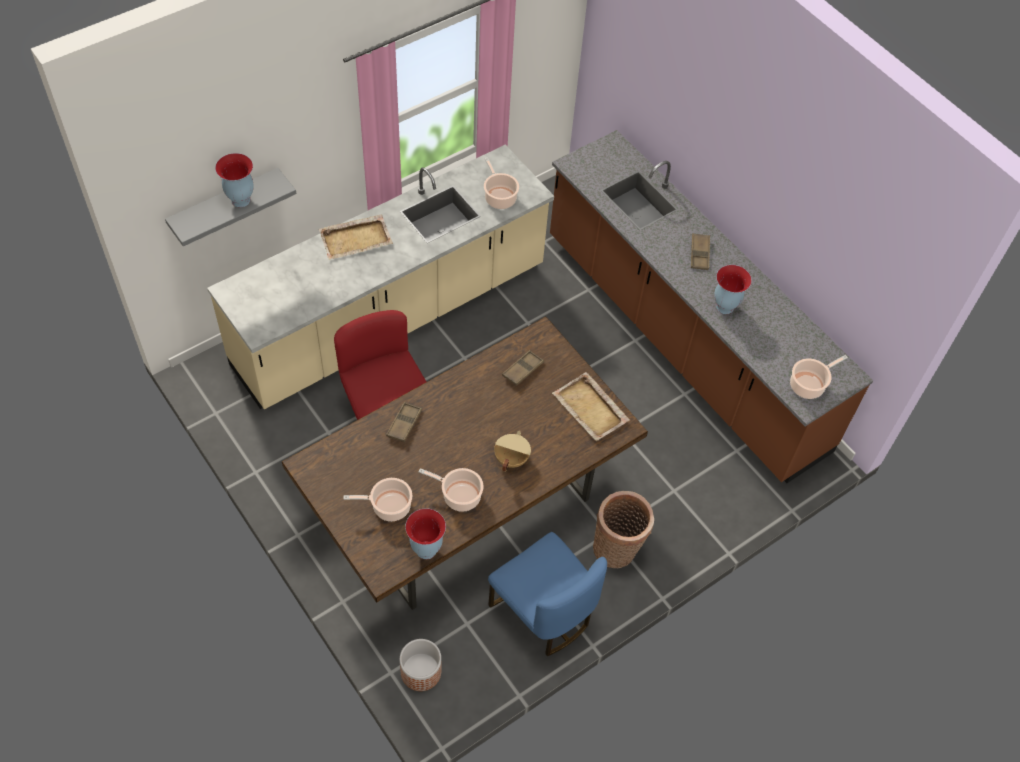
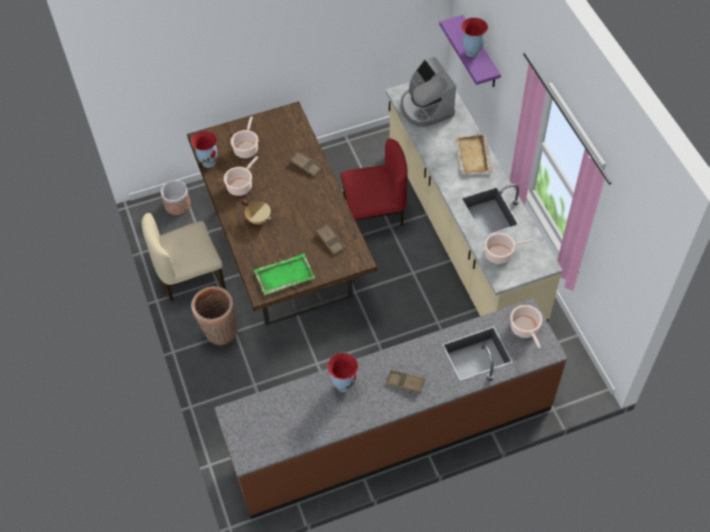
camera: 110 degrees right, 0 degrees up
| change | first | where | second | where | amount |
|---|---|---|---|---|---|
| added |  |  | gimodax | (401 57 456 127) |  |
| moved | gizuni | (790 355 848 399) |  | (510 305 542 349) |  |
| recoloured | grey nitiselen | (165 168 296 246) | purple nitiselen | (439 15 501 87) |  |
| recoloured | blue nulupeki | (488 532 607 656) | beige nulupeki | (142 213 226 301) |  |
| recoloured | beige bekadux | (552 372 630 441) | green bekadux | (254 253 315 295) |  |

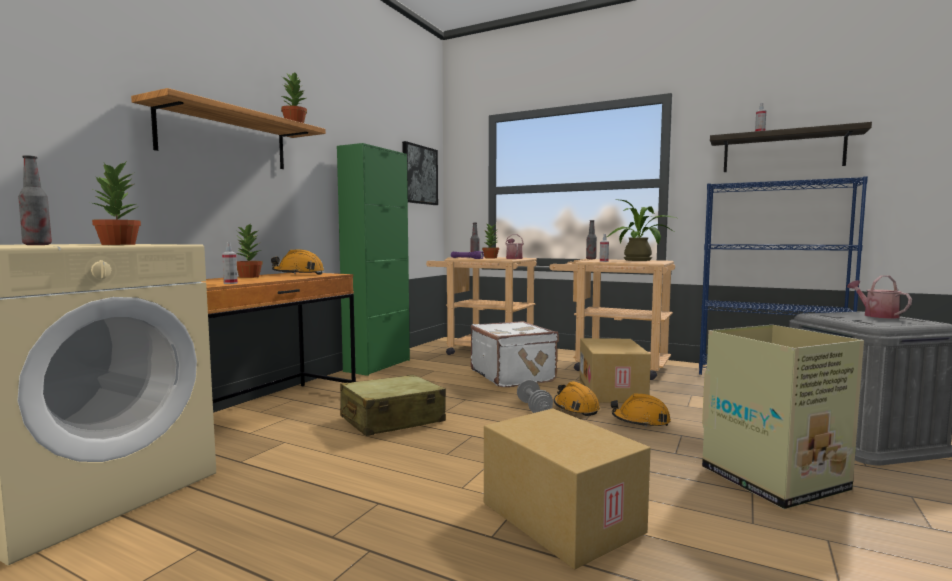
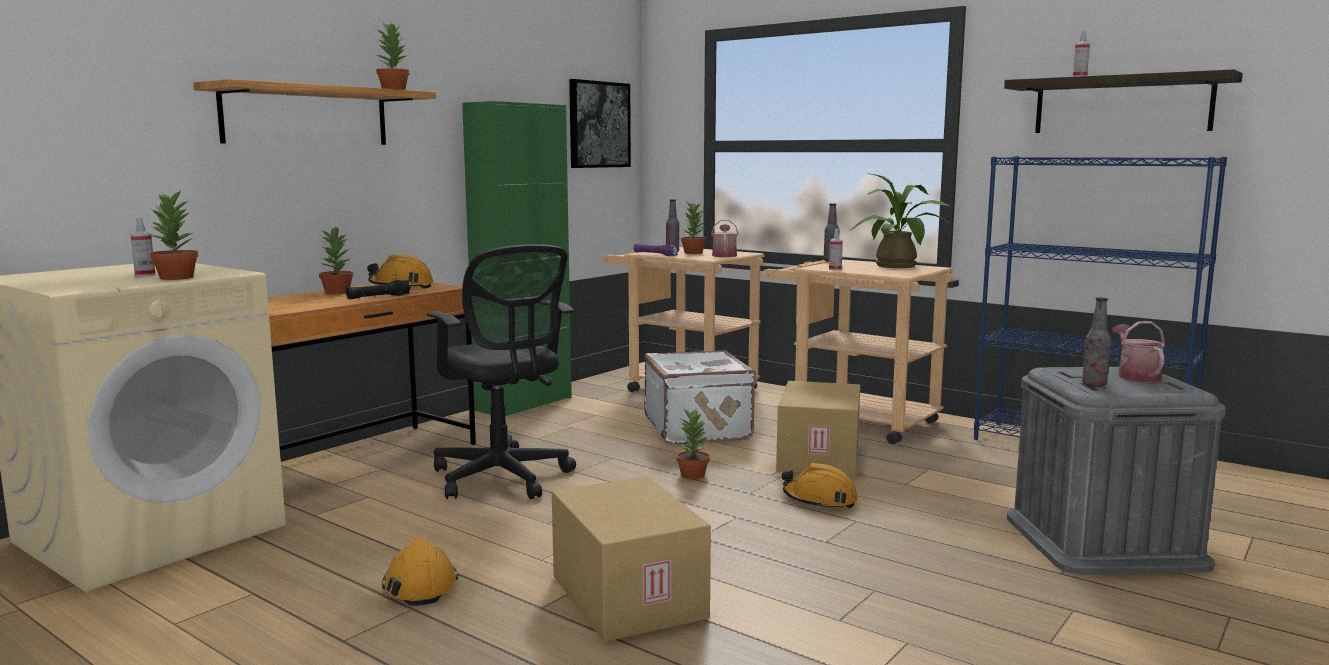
camera: 10 degrees right, 5 degrees up
| change | first | where | second | where | amount |
|---|---|---|---|---|---|
| removed | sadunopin | (702 325 864 509) |  |  |  |
| added |  |  | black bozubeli | (346 280 411 299) |  |
| moved | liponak | (18 155 52 245) |  | (1082 297 1111 387) |  |
| moved | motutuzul | (222 242 238 284) |  | (131 218 155 277) |  |
| moved | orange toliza | (554 381 600 416) |  | (382 538 459 606) |  |
| replaced | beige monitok | (340 375 446 436) | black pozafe | (427 244 576 499) |  |
| replaced | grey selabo | (517 379 553 413) | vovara | (676 408 710 479) |  |

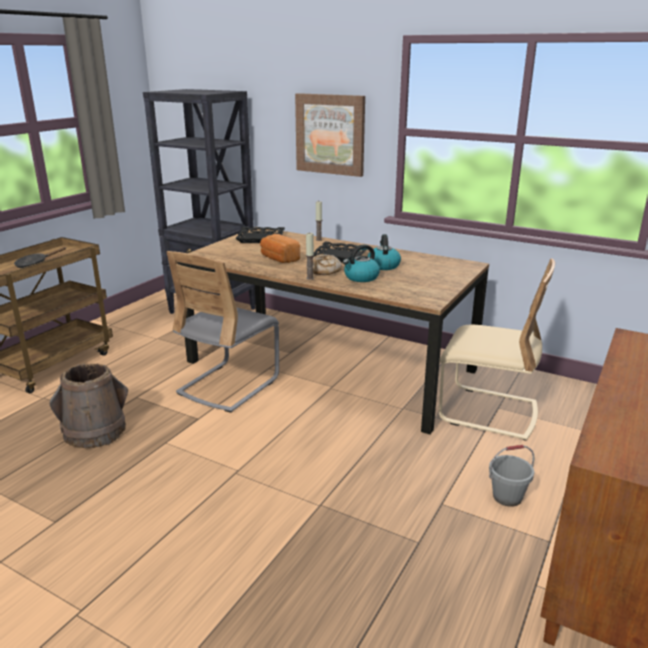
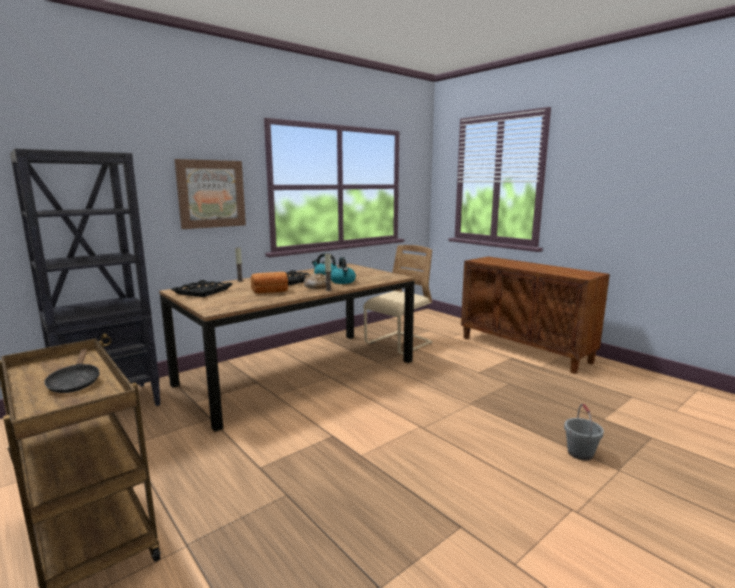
camera: 70 degrees left, 10 degrees down
| change | first | where | second | where | amount |
|---|---|---|---|---|---|
| removed | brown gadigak | (49 364 128 448) |  |  |  |
| removed | grey nulupeki | (167 251 279 413) |  |  |  |
| moved | grey gadigak | (489 445 535 507) |  | (564 404 604 461) |  |

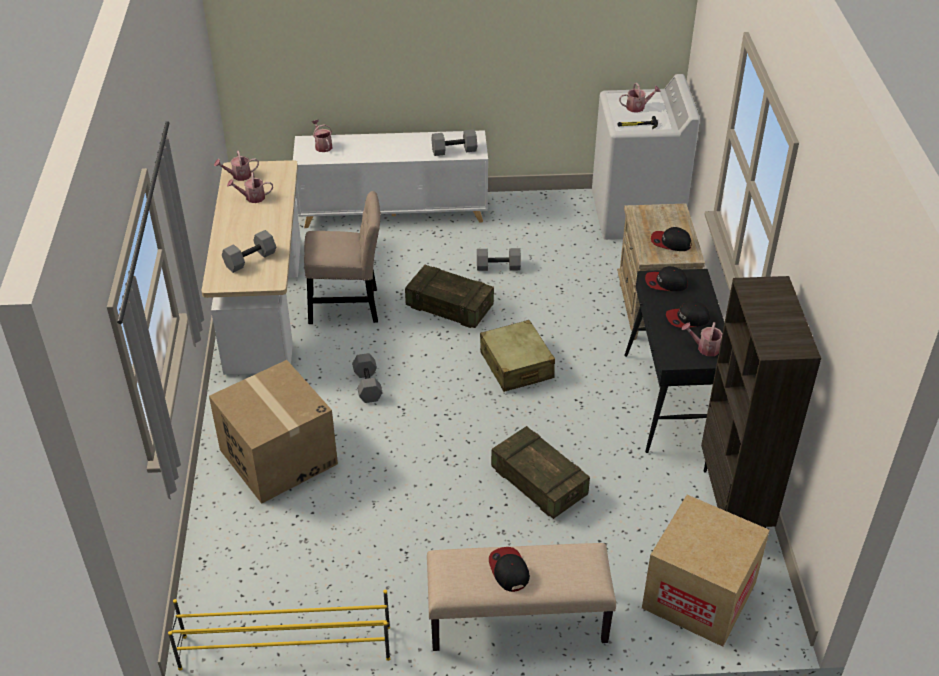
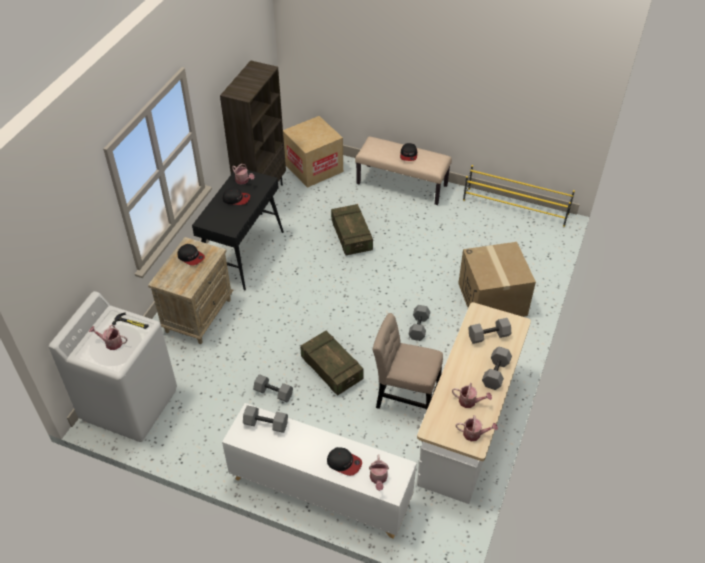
camera: 155 degrees left, 5 degrees up
| change | first | where | second | where | amount |
|---|---|---|---|---|---|
| removed | beige monitok | (480 320 555 392) |  |  |  |
| added |  |  | grey selabo | (482 347 512 390) |  |
| moved | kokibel | (645 266 688 291) |  | (327 447 362 476) |  |

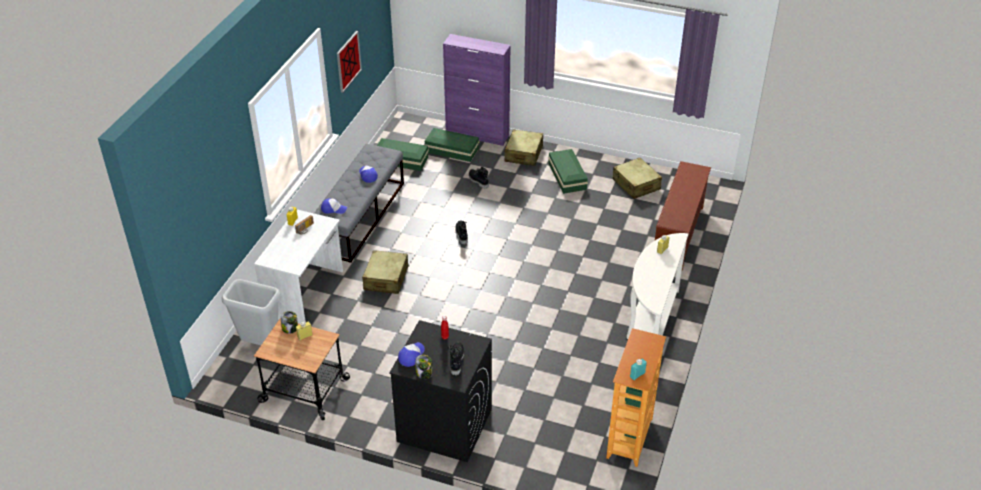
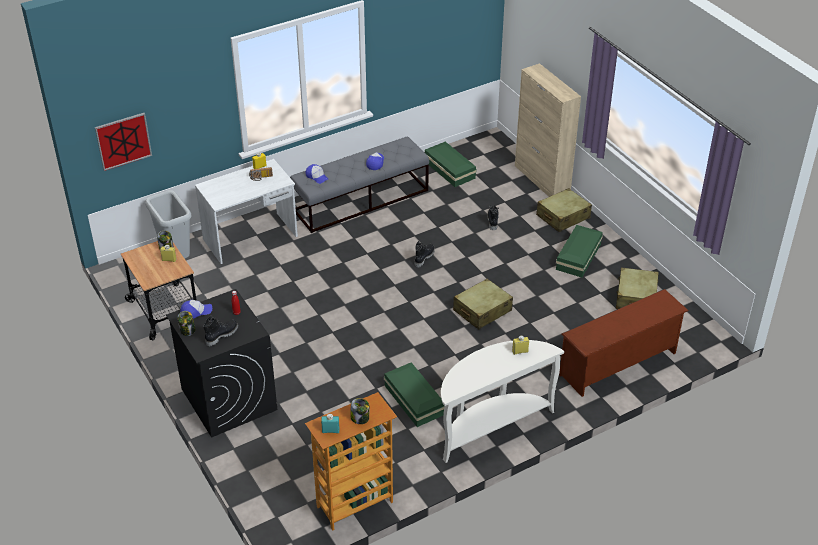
camera: 40 degrees right, 0 degrees up
| change | first | where | second | where | amount |
|---|---|---|---|---|---|
| added |  |  | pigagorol | (351 398 369 424) |  |
| moved | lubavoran | (337 31 362 93) |  | (95 113 152 171) |  |
| moved | beige monitok | (362 250 408 294) |  | (453 279 513 329) |  |
| moved | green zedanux | (424 128 479 162) |  | (384 362 445 427) |  |
| recoloured | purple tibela | (443 34 511 146) | beige tibela | (515 63 581 197) |  |

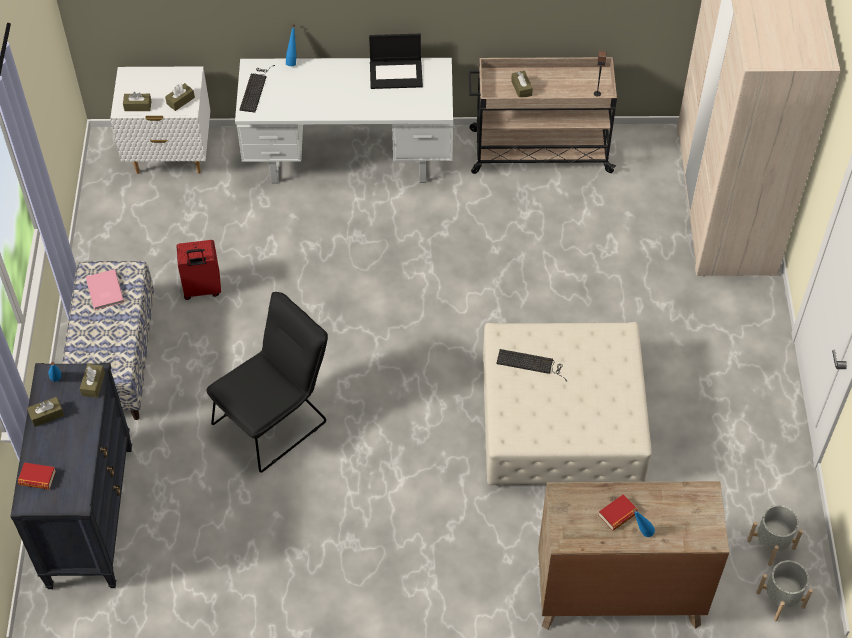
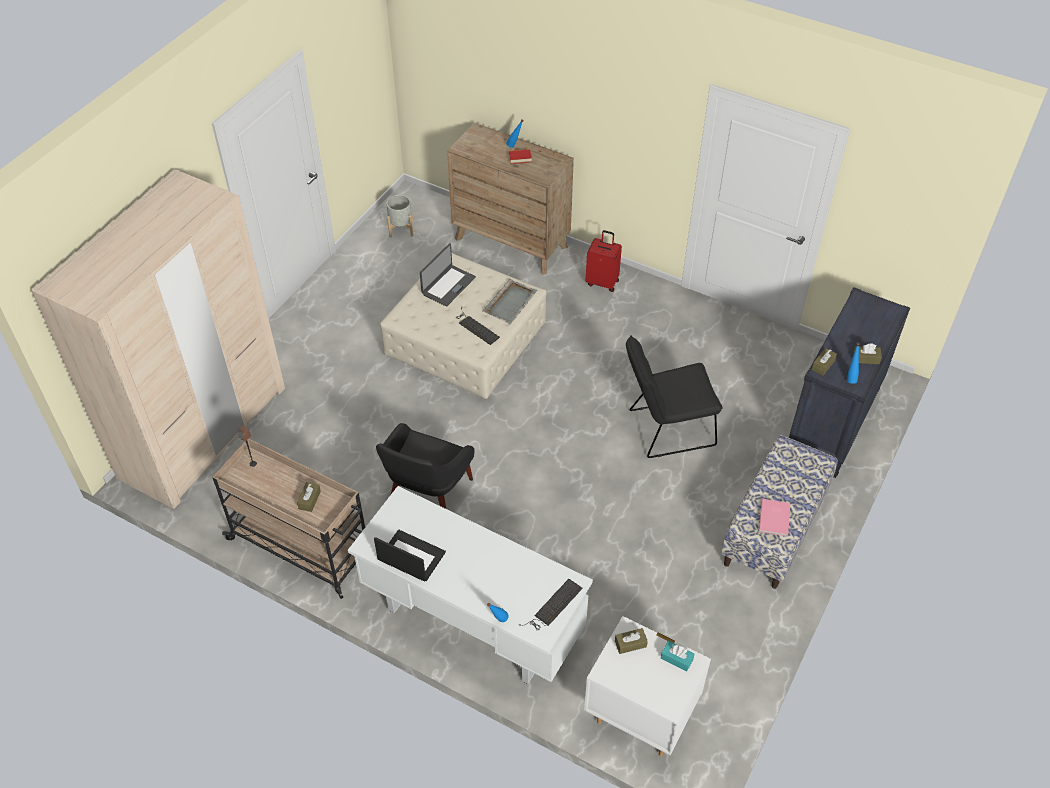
camera: 150 degrees left, 5 degrees down
| change | first | where | second | where | amount |
|---|---|---|---|---|---|
| removed | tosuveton | (18 462 56 489) |  |  |  |
| removed | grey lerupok | (756 560 813 621) |  |  |  |
| added |  |  | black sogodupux | (376 423 475 509) |  |
| added |  |  | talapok | (420 243 476 307) |  |
| added |  |  | grey bekadux | (483 279 537 324) |  |
| moved | red monitok | (177 240 221 300) |  | (585 230 622 292) |  |
| recoloured | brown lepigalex | (123 92 151 111) | turquoise lepigalex | (661 641 695 672) |  |

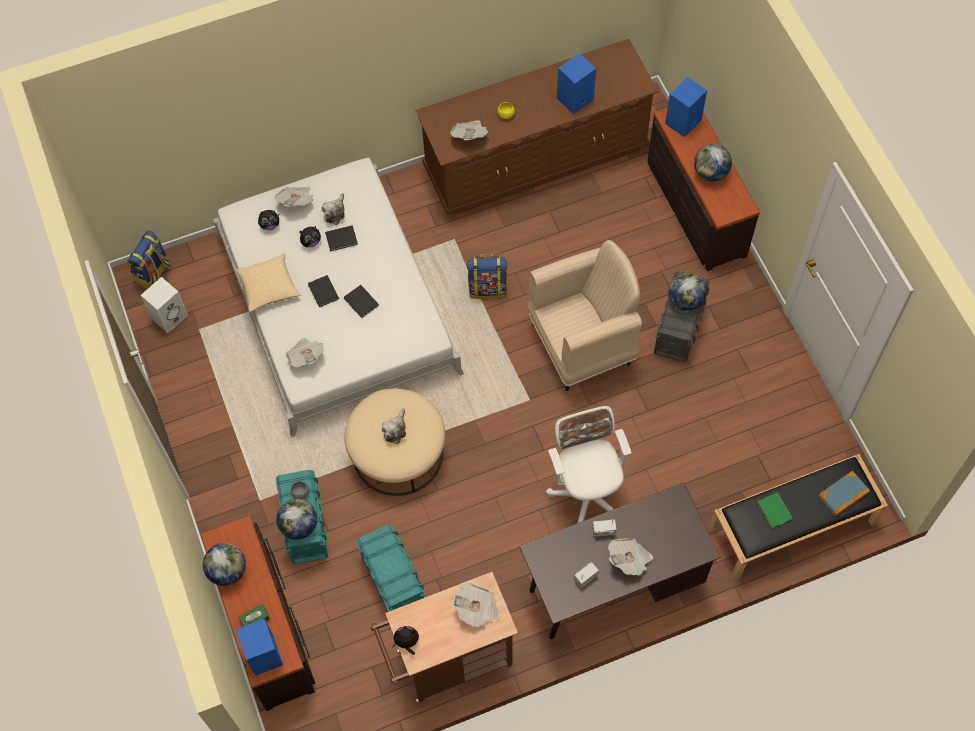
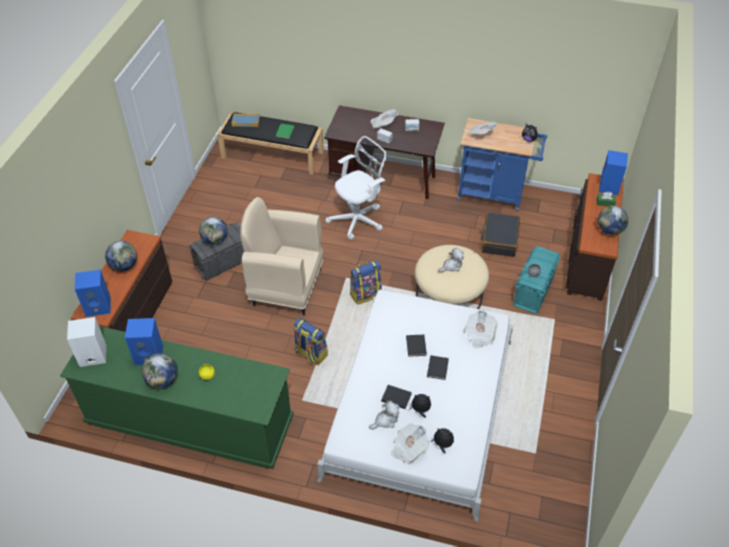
camera: 145 degrees left, 15 degrees down
| change | first | where | second | where | amount |
|---|---|---|---|---|---|
| removed | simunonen | (236 254 300 312) |  |  |  |
| removed | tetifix | (450 120 489 140) |  |  |  |
| moved | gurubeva | (128 231 171 289) |  | (350 260 382 305) |  |
| moved | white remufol | (141 277 188 333) |  | (67 317 106 367) |  |
| moved | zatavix | (276 499 317 539) |  | (142 353 178 389) |  |
| replaced | turquoise zedanux | (355 525 425 612) | black monitok | (481 212 520 257) |  |
| recoloured | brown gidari | (371 572 518 702) | blue gidari | (458 118 547 211) |  |
| recoloured | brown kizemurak | (415 39 658 215) | green kizemurak | (60 326 294 469) |  |
| turned | white pozafe | (546 406 632 523) |  | (325 136 387 240) | 150 degrees counterclockwise |

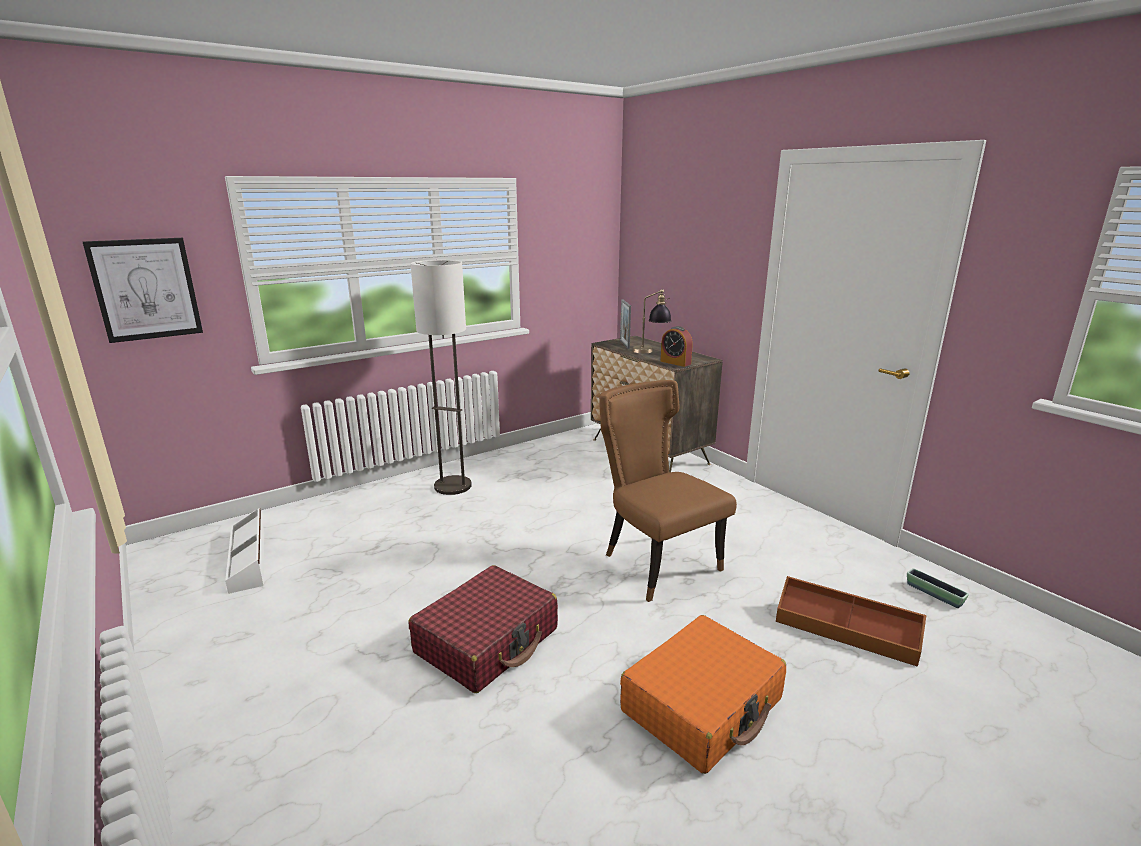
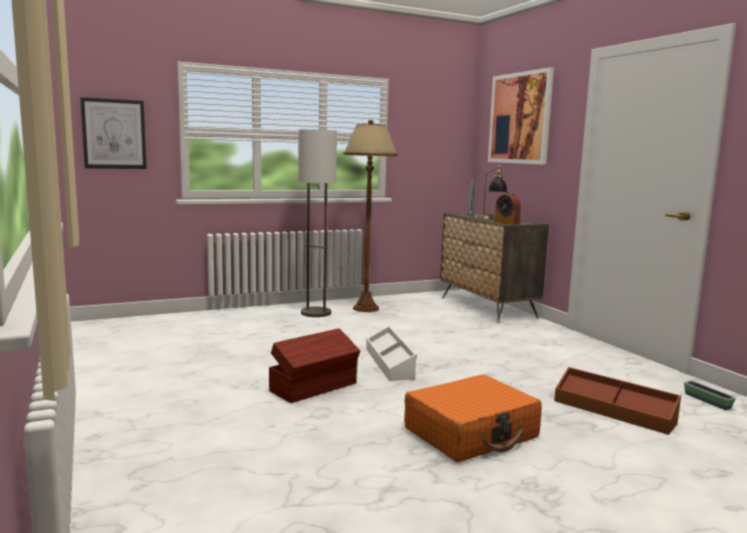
camera: 10 degrees right, 10 degrees down
| change | first | where | second | where | amount |
|---|---|---|---|---|---|
| removed | brown nulupeki | (599 380 737 602) |  |  |  |
| added |  |  | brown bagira | (343 120 398 312) |  |
| added |  |  | lubavoran | (488 67 554 165) |  |
| moved | white zedanux | (225 508 264 594) |  | (366 326 417 381) |  |
| replaced | red monitok | (408 565 558 693) | brown zedanux | (269 328 360 403) |  |

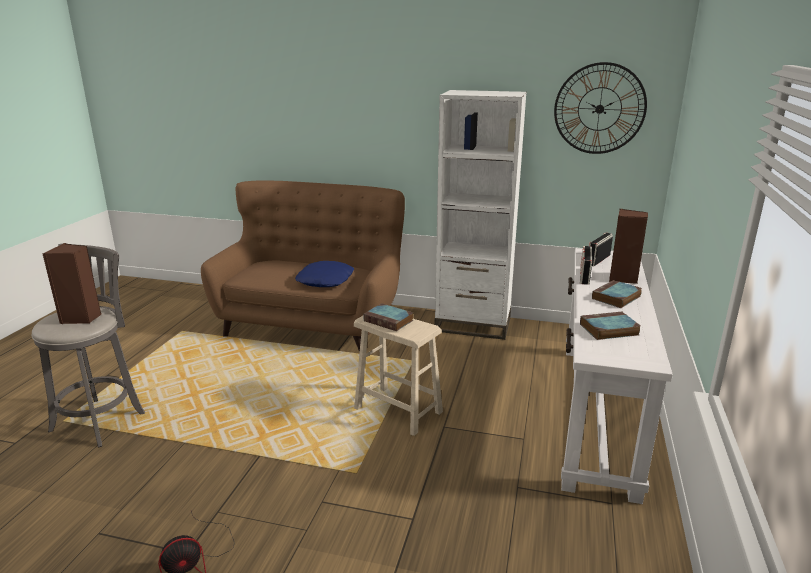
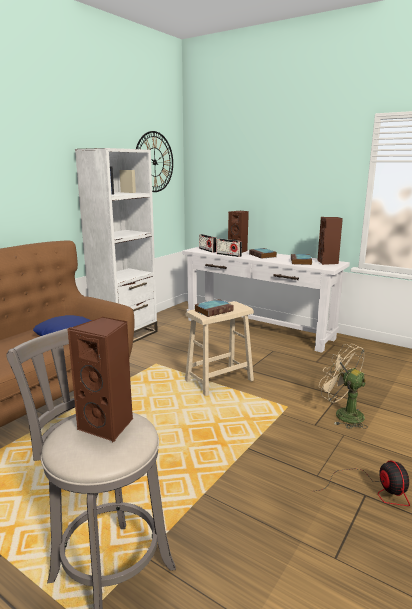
camera: 70 degrees left, 5 degrees down
| change | first | where | second | where | amount |
|---|---|---|---|---|---|
| added |  |  | brown remufol | (317 217 343 265) |  |
| added |  |  | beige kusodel | (319 344 368 429) |  |

